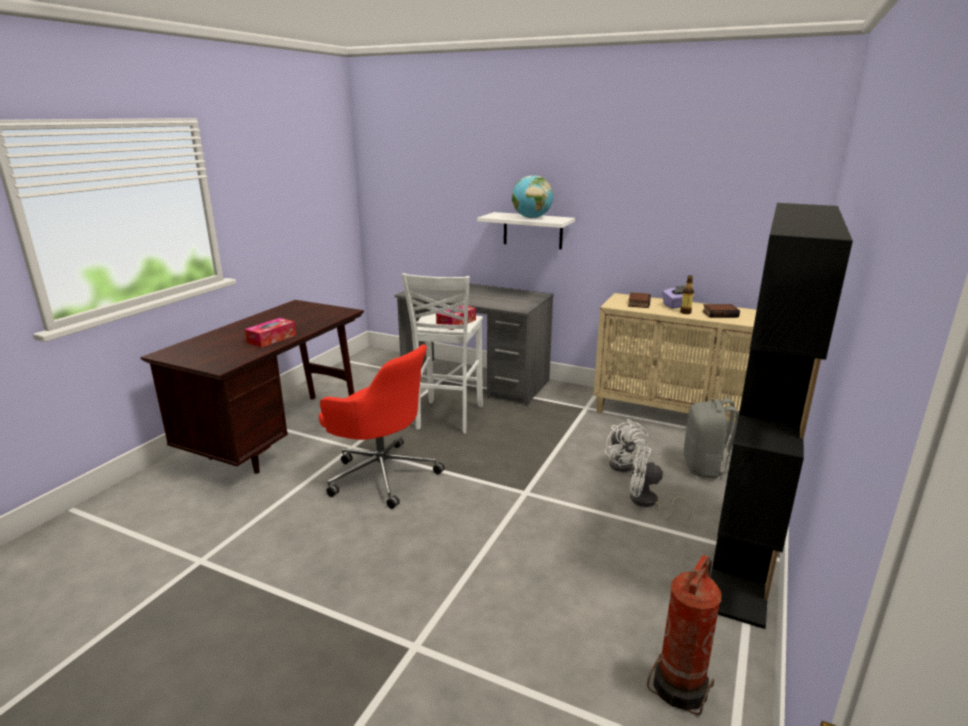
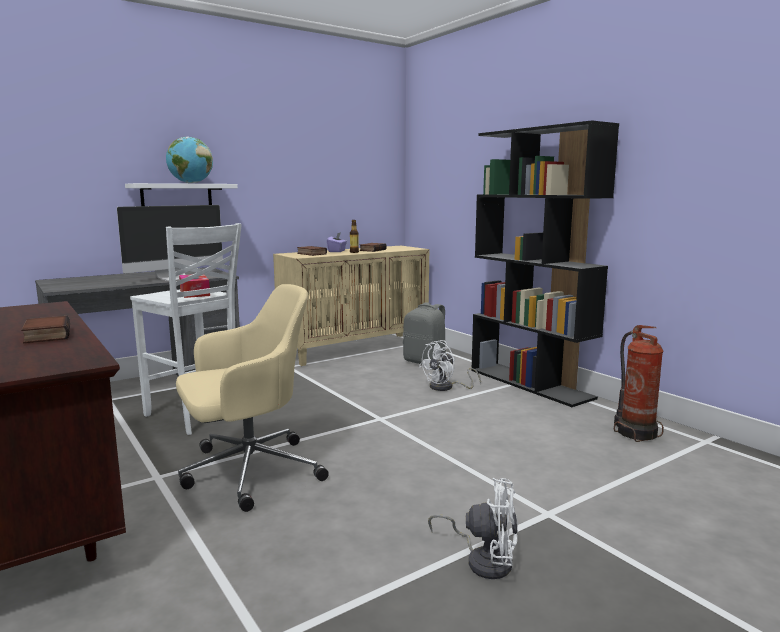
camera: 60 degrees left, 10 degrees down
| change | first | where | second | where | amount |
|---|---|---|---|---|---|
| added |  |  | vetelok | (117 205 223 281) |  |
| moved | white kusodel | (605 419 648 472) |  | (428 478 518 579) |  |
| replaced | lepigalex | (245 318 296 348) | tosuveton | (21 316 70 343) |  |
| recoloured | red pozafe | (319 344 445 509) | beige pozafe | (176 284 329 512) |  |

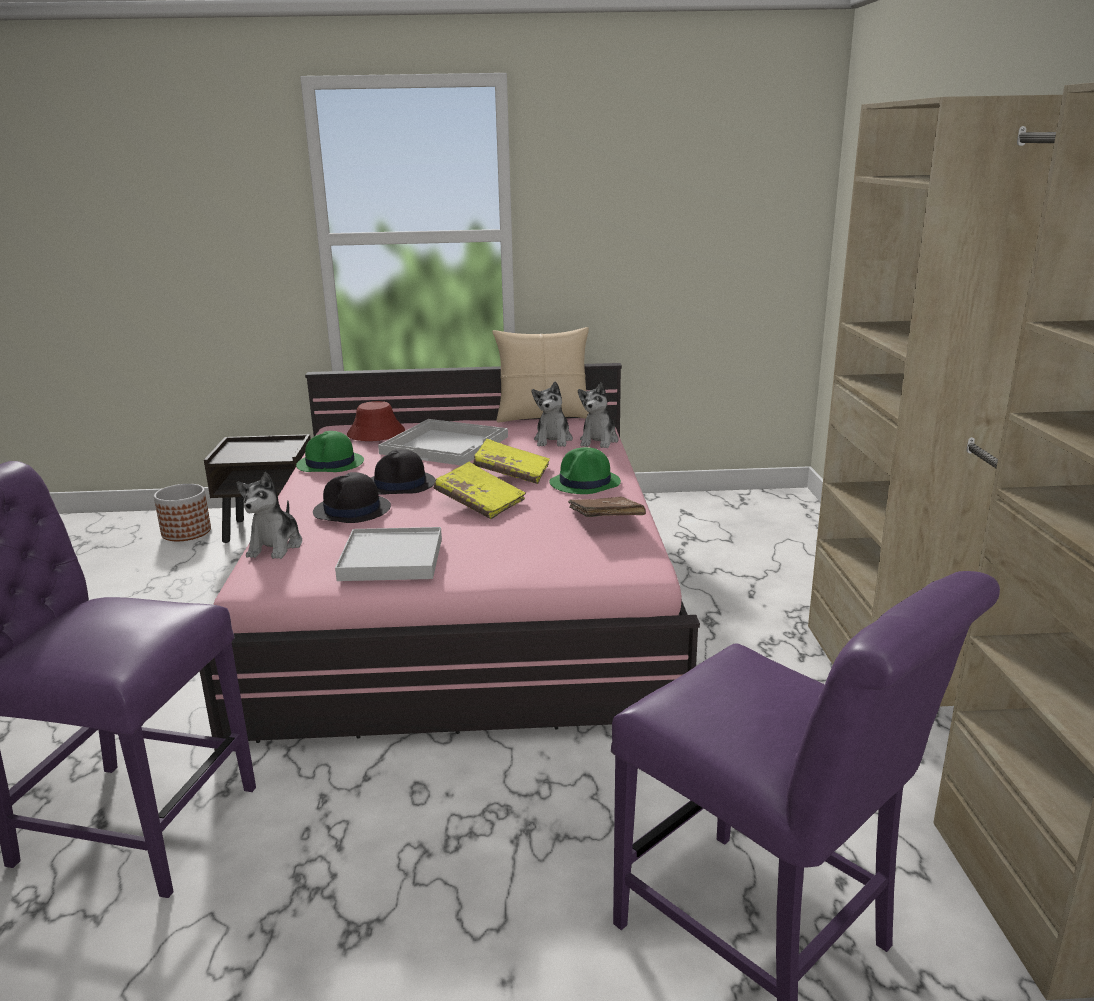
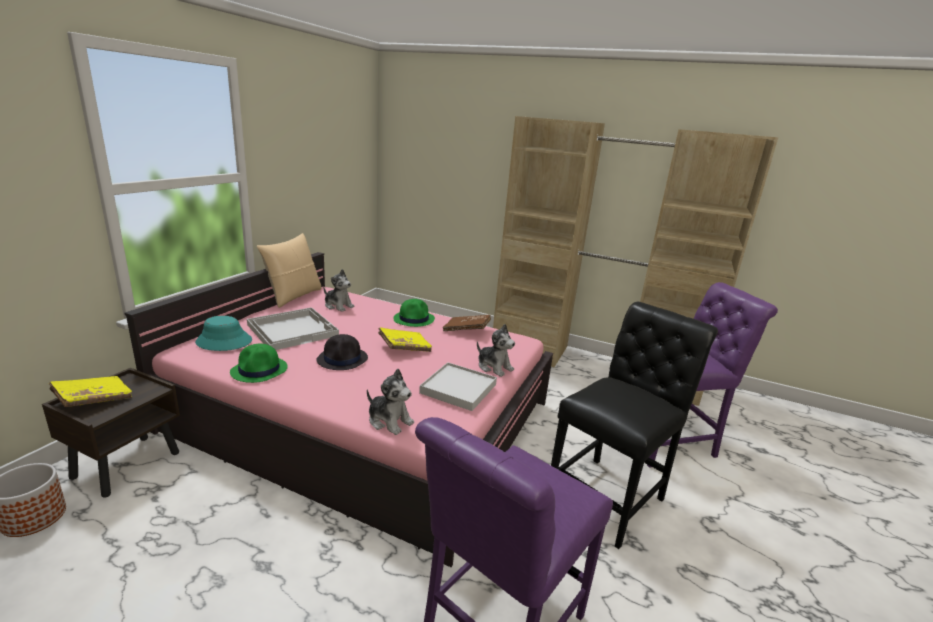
camera: 65 degrees left, 0 degrees up
| change | first | where | second | where | amount |
|---|---|---|---|---|---|
| removed | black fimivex | (313 472 391 523) |  |  |  |
| added |  |  | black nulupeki | (551 302 718 549) |  |
| moved | yellow tosuveton | (473 439 550 484) |  | (49 376 132 407) |  |
| moved | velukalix | (578 382 619 448) |  | (477 324 515 377) |  |
| recoloured | red fimivex | (347 401 405 441) | turquoise fimivex | (195 316 252 351) |  |

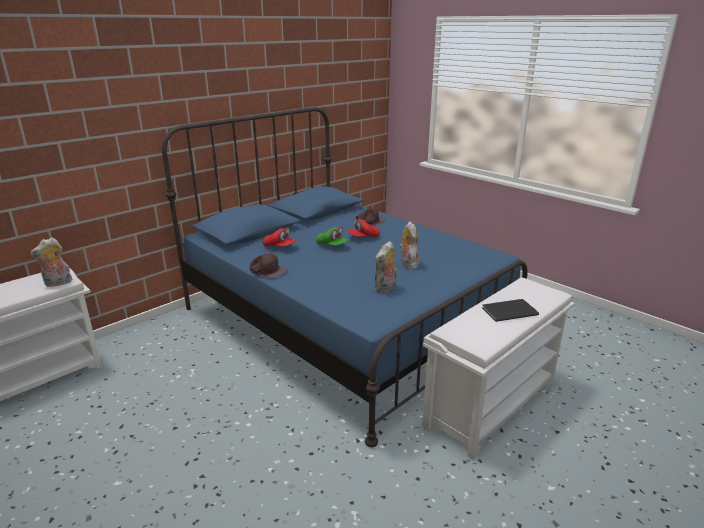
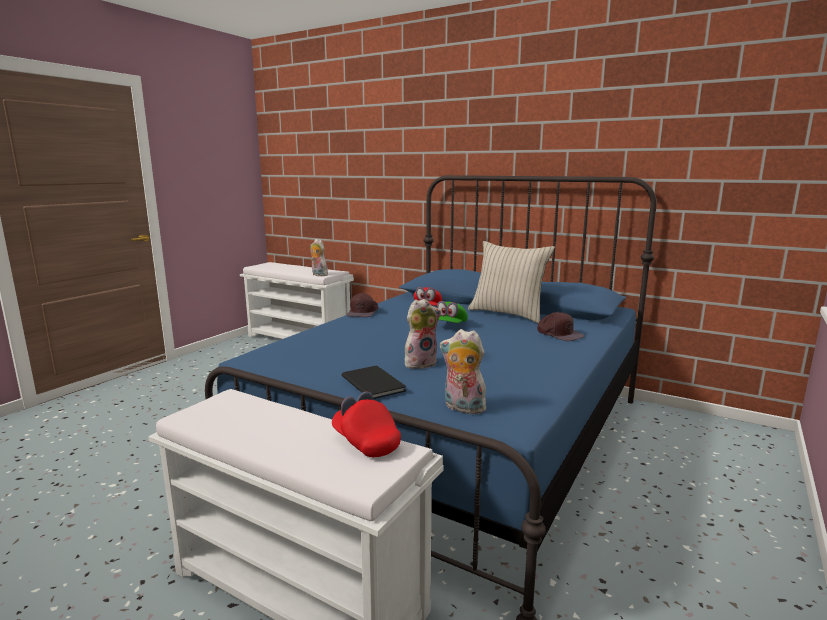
camera: 75 degrees right, 10 degrees down
| change | first | where | second | where | amount |
|---|---|---|---|---|---|
| added |  |  | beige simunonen | (468 241 555 323) |  |
| moved | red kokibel | (346 218 380 237) |  | (332 391 401 457) |  |
| moved | velukalix | (374 241 397 293) |  | (440 329 491 414) |  |
| moved | black tosuveton | (482 299 539 322) |  | (341 366 406 399) |  |

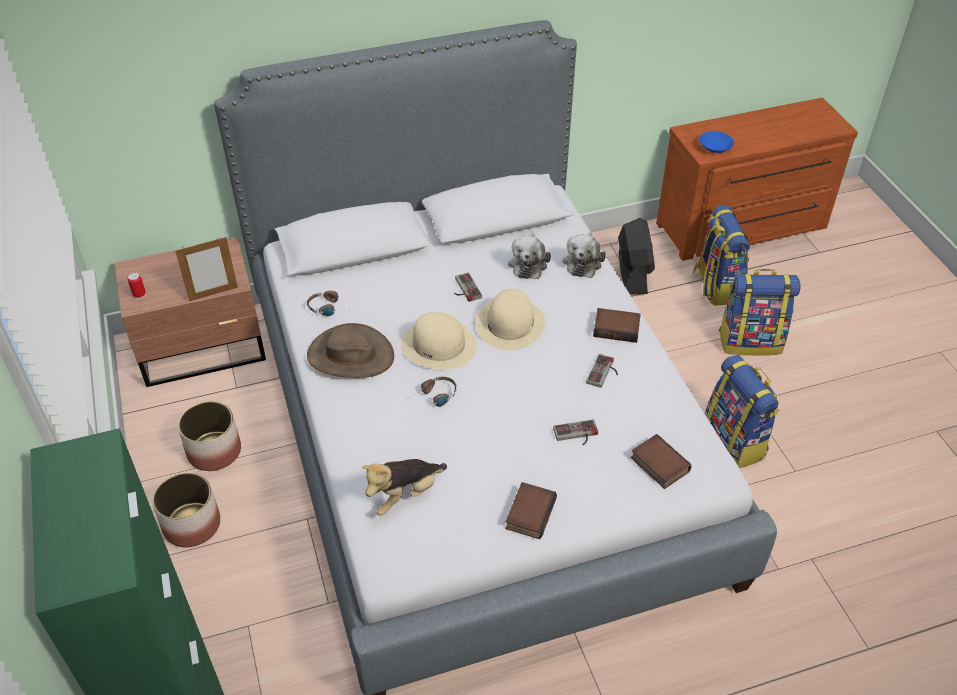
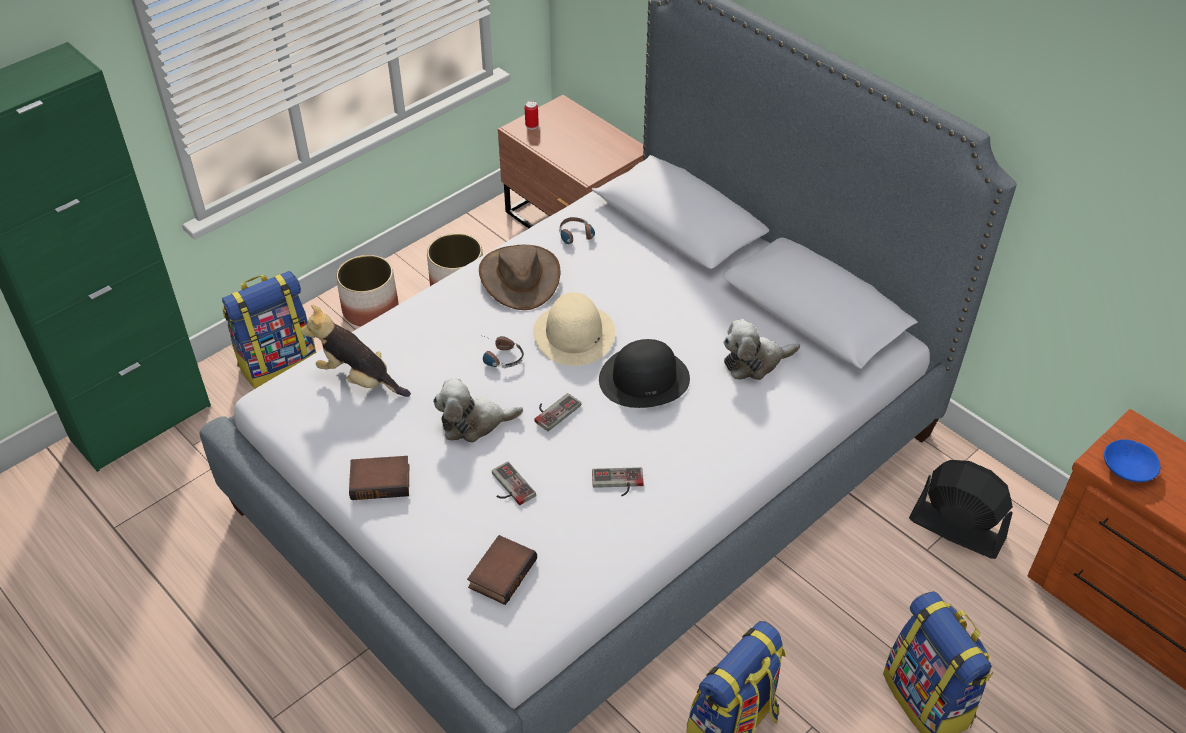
camera: 65 degrees right, 0 degrees up
| change | first | where | second | where | amount |
|---|---|---|---|---|---|
| removed | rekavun | (175 237 238 301) |  |  |  |
| removed | tosuveton | (593 308 641 343) |  |  |  |
| moved | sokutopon | (454 272 482 302) |  | (534 393 581 432) |  |
| moved | velukalix | (563 232 606 278) |  | (433 378 523 443) |  |
| moved | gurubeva | (693 205 750 306) |  | (222 271 316 389) |  |
| recoloured | beige fimivex | (476 289 545 351) | black fimivex | (599 339 690 408) |  |
| turned | black kusodel | (618 218 655 294) |  | (909 460 1013 559) | 120 degrees counterclockwise |

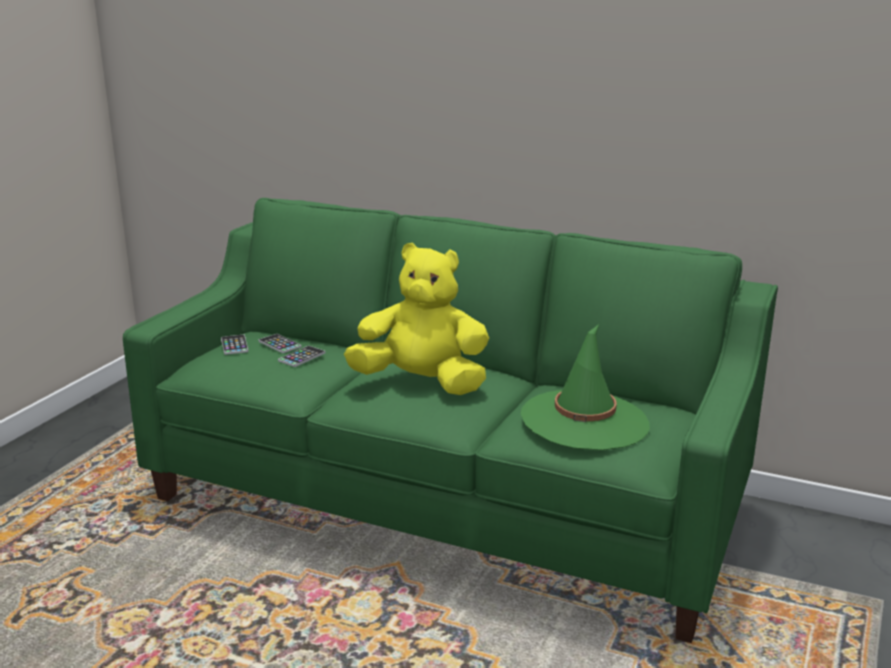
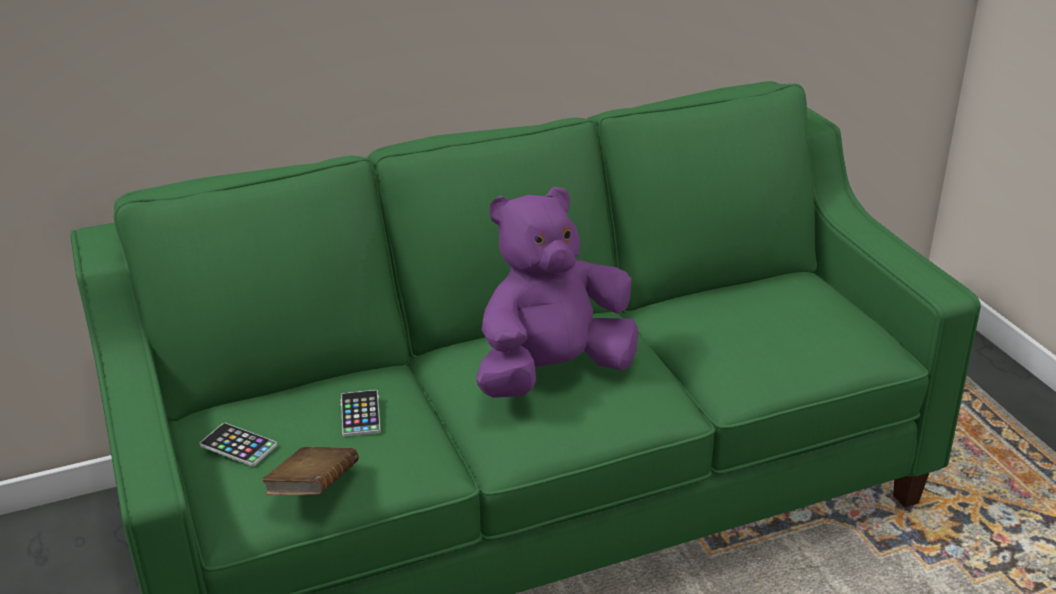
camera: 45 degrees left, 10 degrees up
| change | first | where | second | where | amount |
|---|---|---|---|---|---|
| removed | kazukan | (258 334 301 353) |  |  |  |
| removed | green fimivex | (521 324 650 450) |  |  |  |
| added |  |  | brown tosuveton | (262 447 359 495) |  |
| recoloured | yellow velukalix | (344 243 489 395) | purple velukalix | (477 187 638 398) |  |

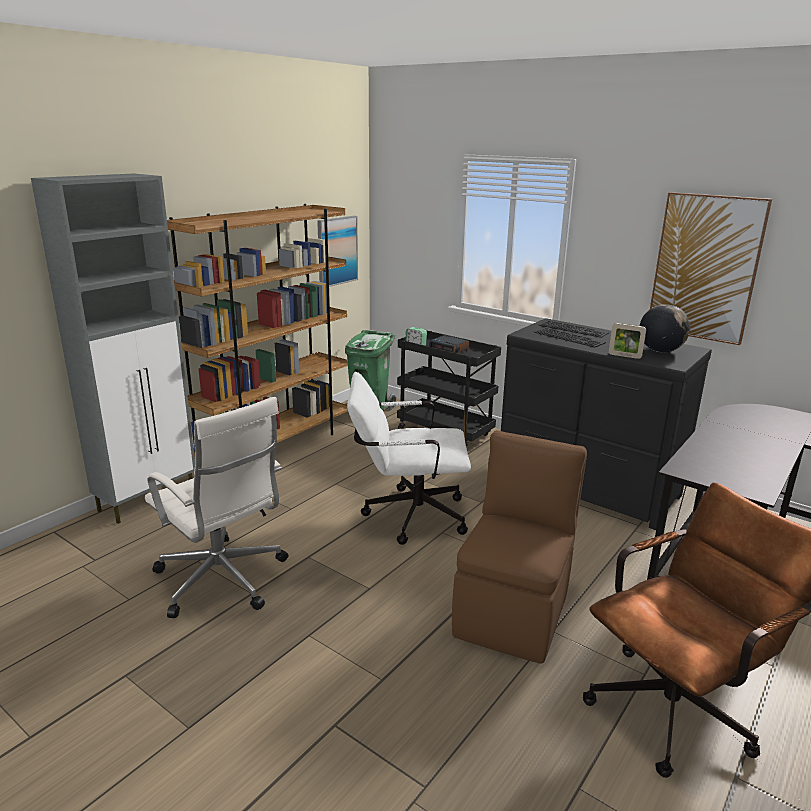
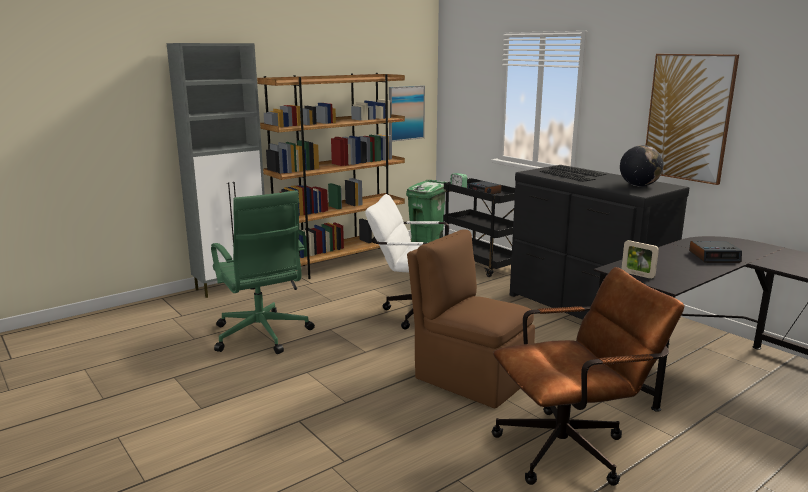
camera: 15 degrees right, 5 degrees down
| change | first | where | second | where | amount |
|---|---|---|---|---|---|
| added |  |  | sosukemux | (689 241 742 263) |  |
| moved | rekavun | (609 323 646 359) |  | (621 240 659 279) |  |
| recoloured | white pozafe | (145 397 288 618) | green pozafe | (211 190 315 354) |  |
| turned | brown nulupeki | (452 430 587 664) |  | (407 229 535 408) | 90 degrees counterclockwise |

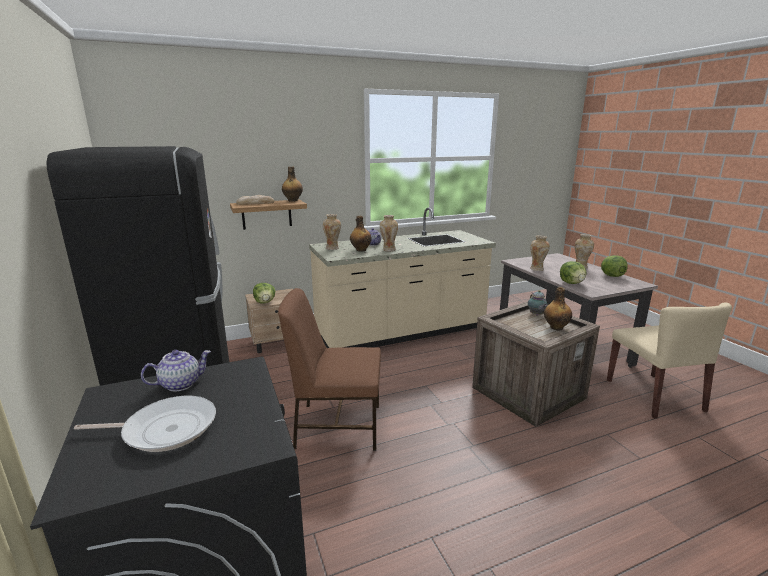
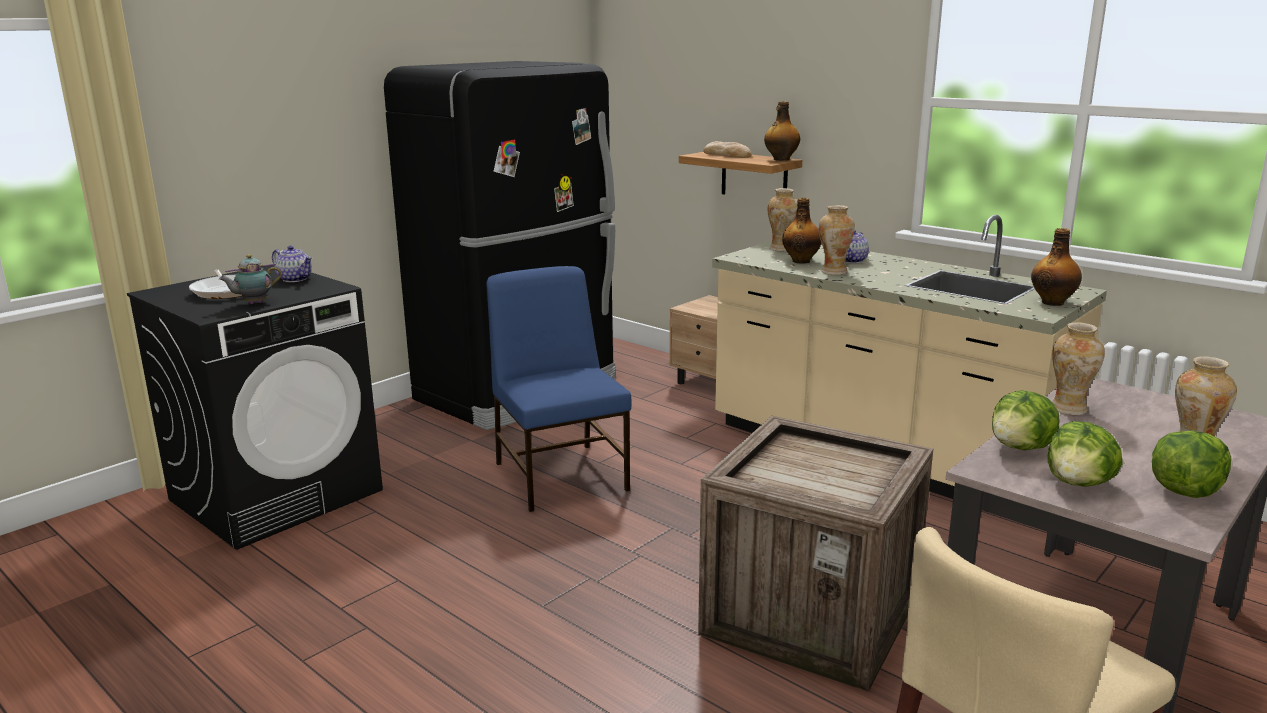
camera: 65 degrees right, 0 degrees up
| change | first | where | second | where | amount |
|---|---|---|---|---|---|
| moved | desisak | (253 283 275 303) |  | (1048 421 1123 487) |  |
| moved | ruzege | (528 290 547 316) |  | (219 254 282 304) |  |
| moved | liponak | (544 287 572 330) |  | (1031 228 1082 306) |  |
| recoloured | brown nulupeki | (278 288 381 451) | blue nulupeki | (486 266 632 512) |  |

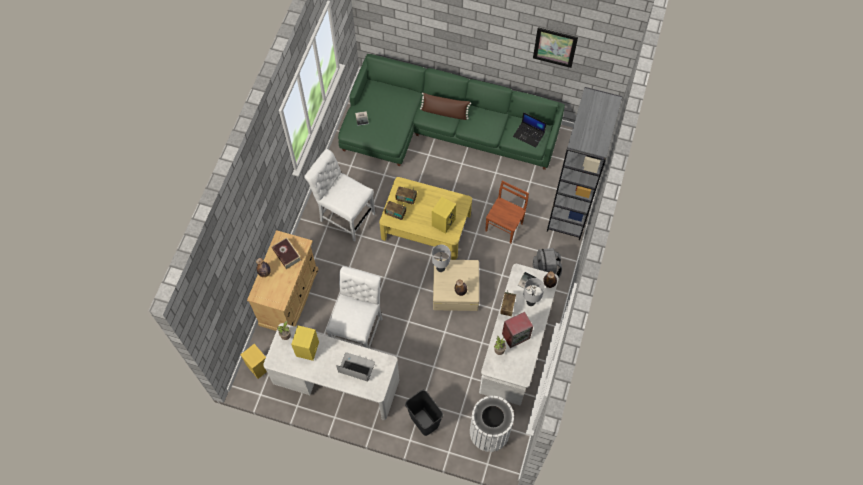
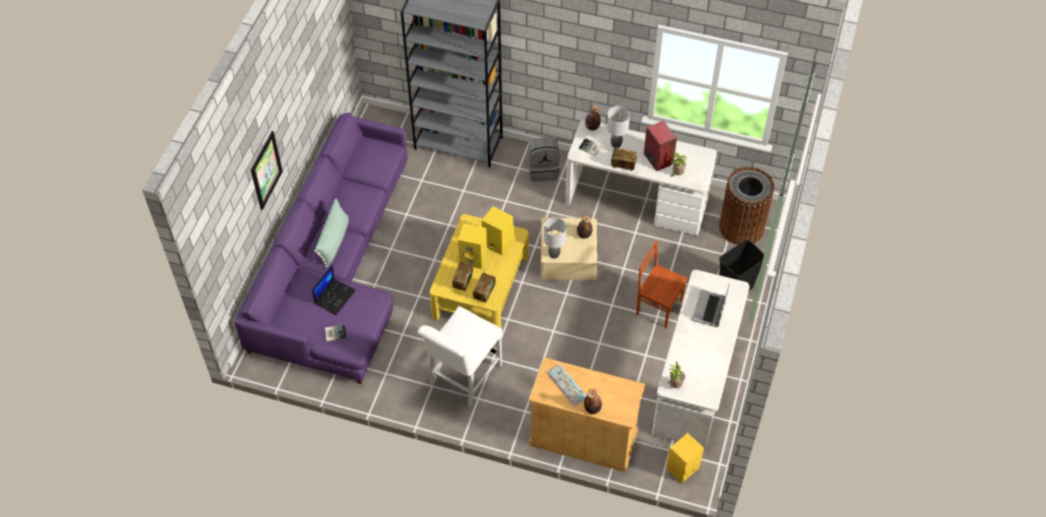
camera: 90 degrees left, 10 degrees down
| change | first | where | second | where | amount |
|---|---|---|---|---|---|
| removed | white nulupeki | (326 266 383 349) |  |  |  |
| moved | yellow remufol | (291 325 319 361) |  | (458 223 487 269) |  |
| moved | brown nulupeki | (485 181 529 244) |  | (636 240 687 328) |  |
| moved | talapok | (513 112 547 148) |  | (312 265 356 315) |  |
| moved | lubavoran | (533 27 578 68) |  | (251 131 283 210) |  |
| replaced | tosuveton | (272 238 301 269) | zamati | (547 364 586 406) |  |
| recoloured | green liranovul | (338 54 565 170) | purple liranovul | (234 113 408 384) |  |
| recoloured | brown simunonen | (420 93 471 120) | green simunonen | (314 199 349 268) |  |
| recoloured | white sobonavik | (470 396 514 452) | brown sobonavik | (719 167 774 245) |  |

